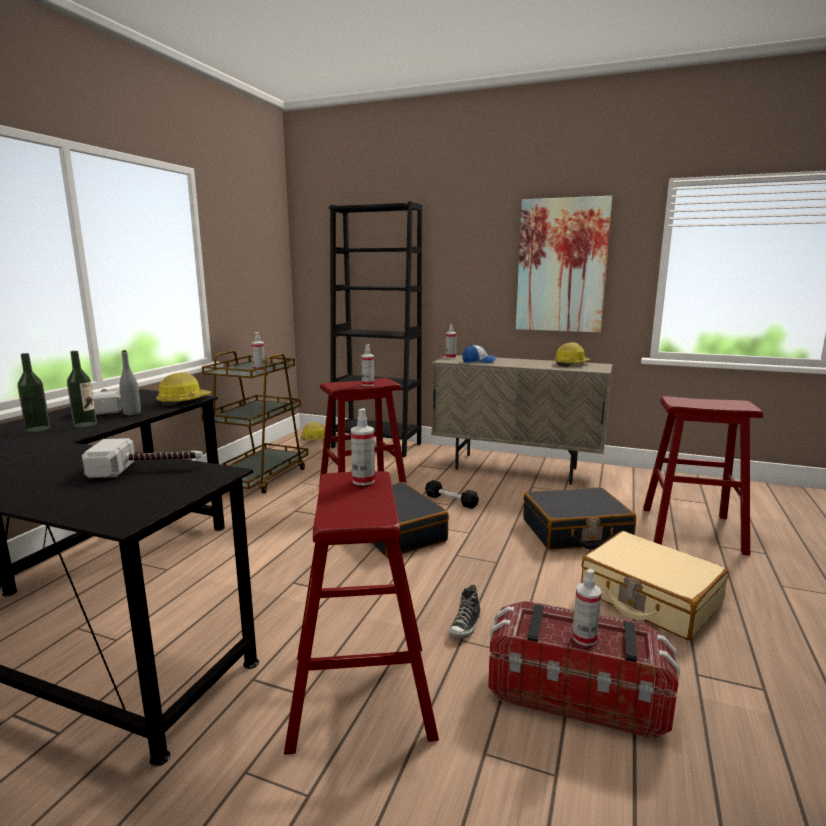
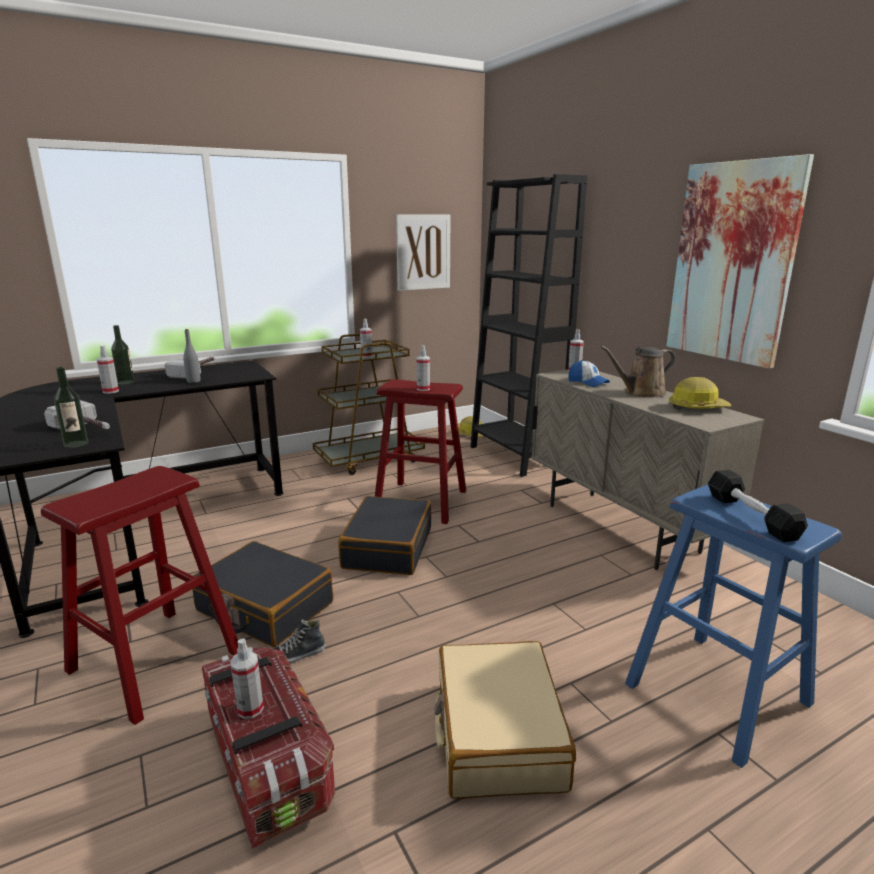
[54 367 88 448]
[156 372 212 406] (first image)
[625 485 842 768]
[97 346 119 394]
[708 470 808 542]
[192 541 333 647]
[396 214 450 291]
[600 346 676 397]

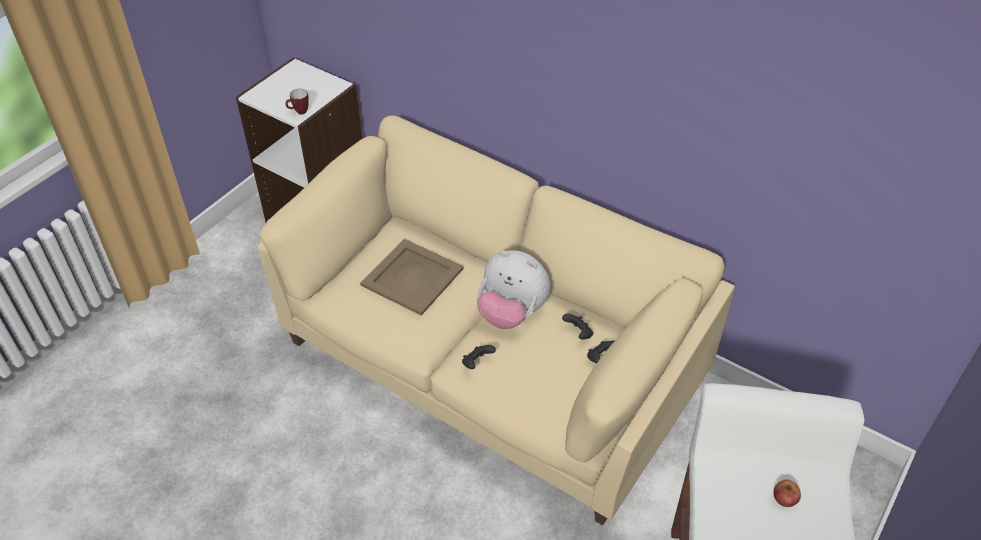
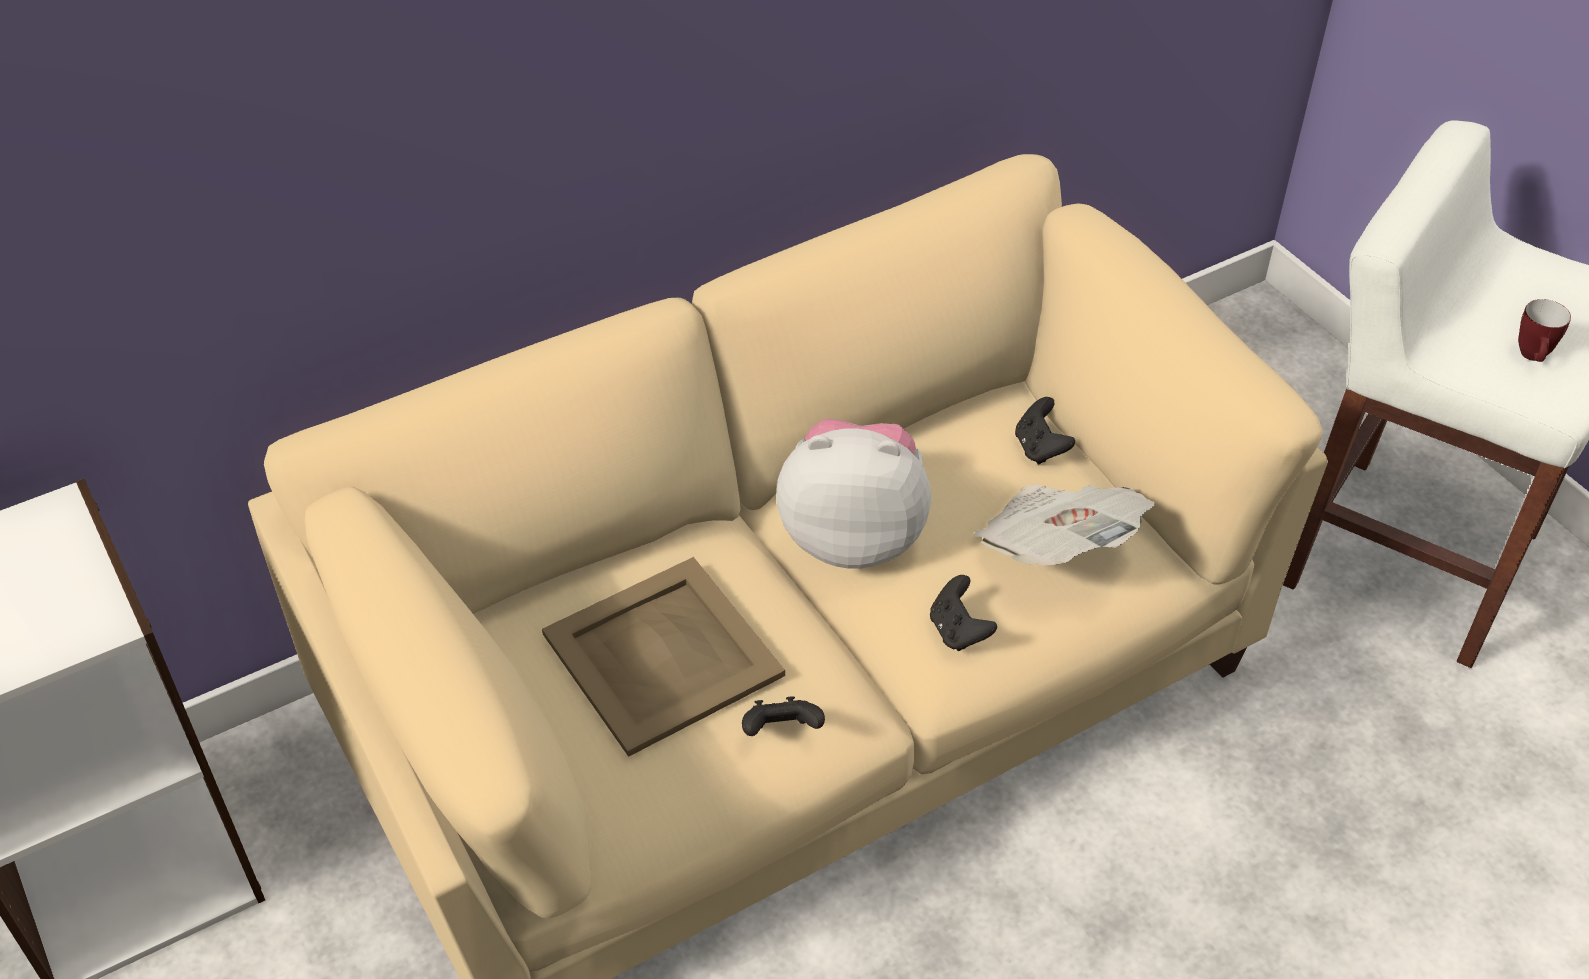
[1518 299 1571 362]
[776 419 931 569]
[742 696 825 736]
[773 479 801 507] (first image)
[973 484 1155 565]

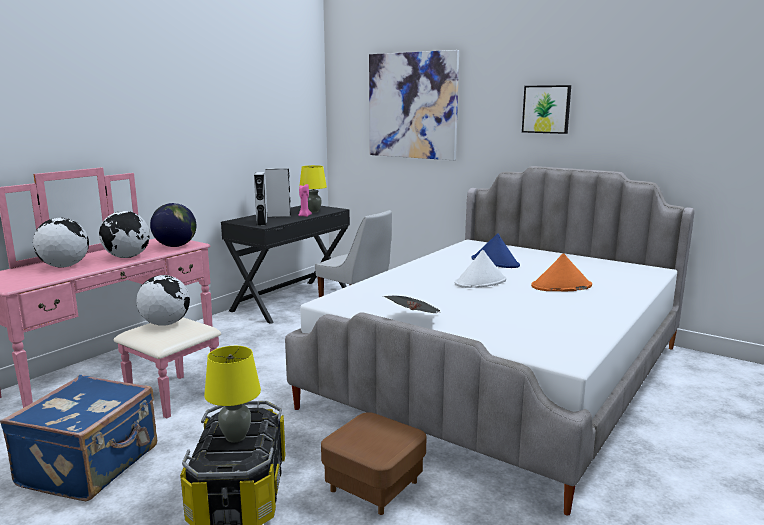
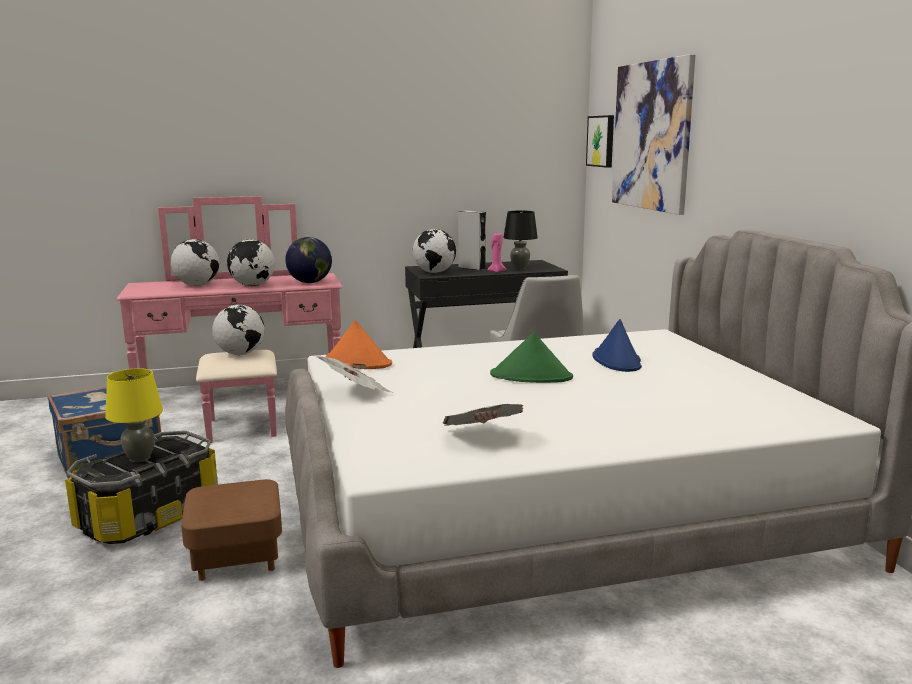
[586 115 614 168]
[503 210 538 270]
[413 229 456 273]
[490 332 573 383]
[325 320 392 369]
[443 404 523 426]

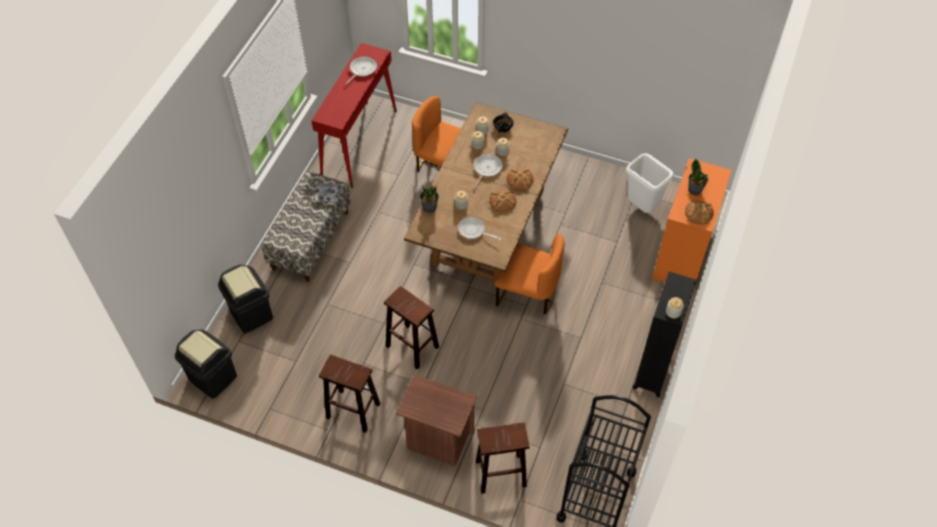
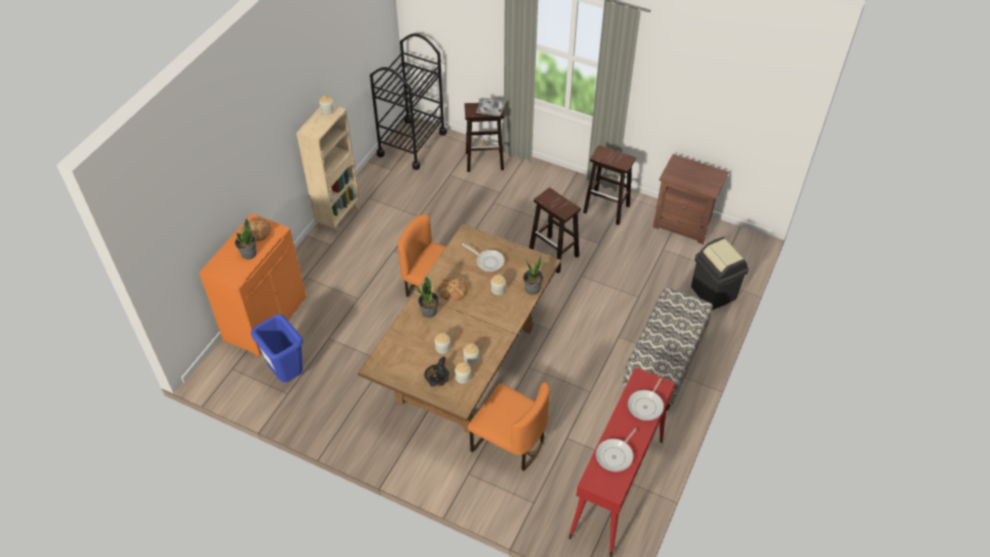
[251 314 303 382]
[628 378 664 421]
[417 276 439 318]
[476 98 506 116]
[296 105 359 236]
[175 329 237 399] (first image)
[653 154 729 244]

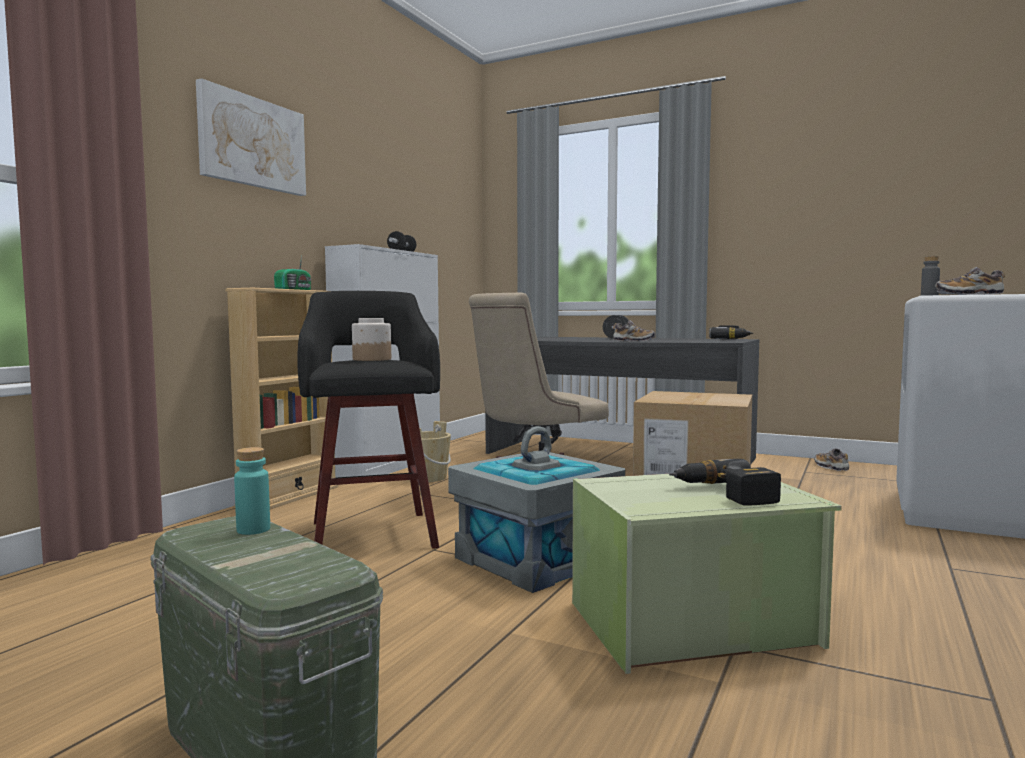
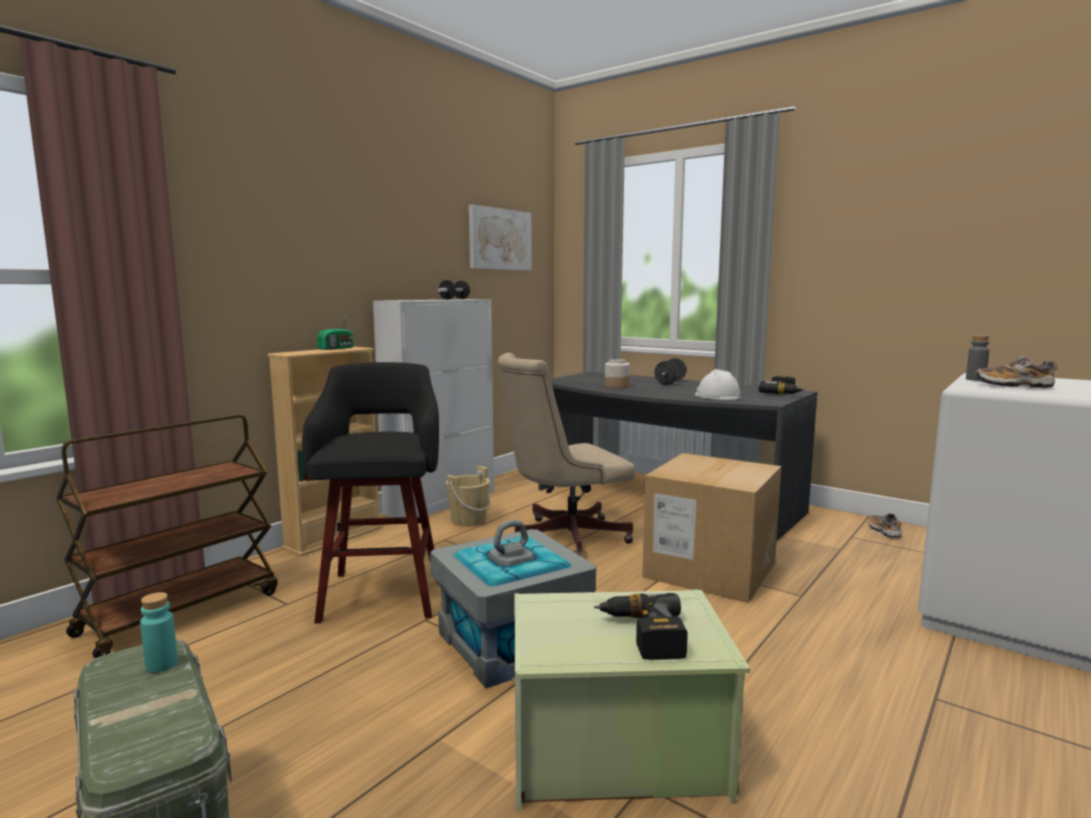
[469 204 532 271]
[605 359 630 388]
[613 320 655 341] (first image)
[695 369 741 400]
[56 415 278 658]

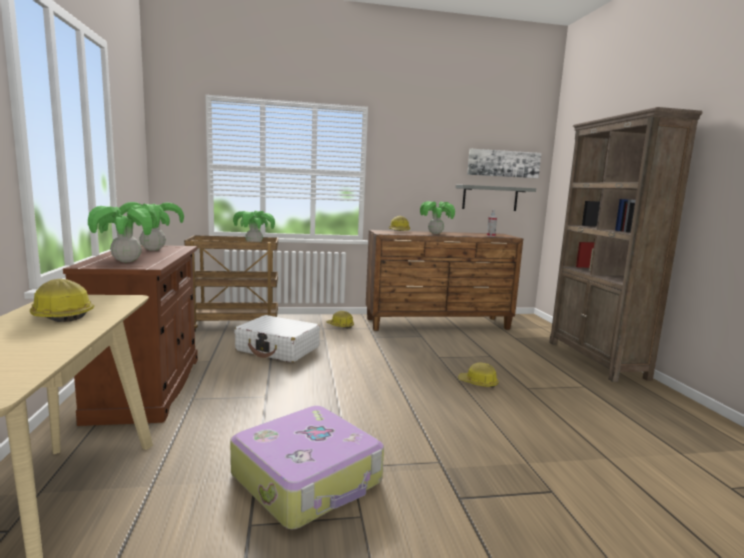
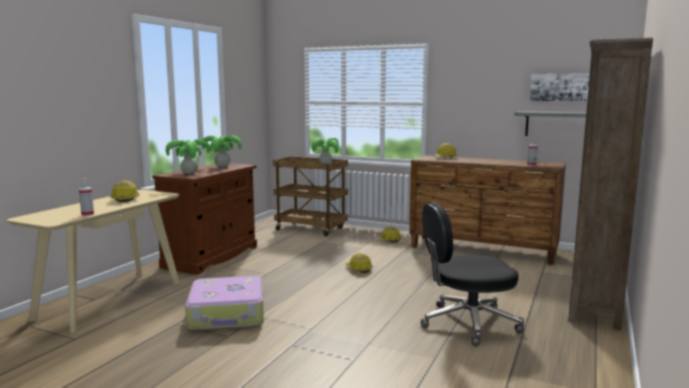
[420 201 455 234] (first image)
[234 315 320 363] (first image)
[346 253 373 273]
[79 178 94 216]
[421 202 524 346]

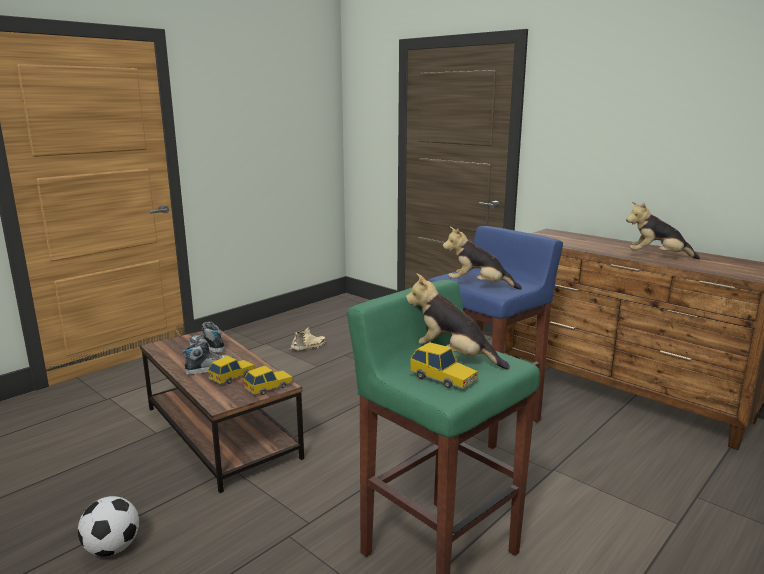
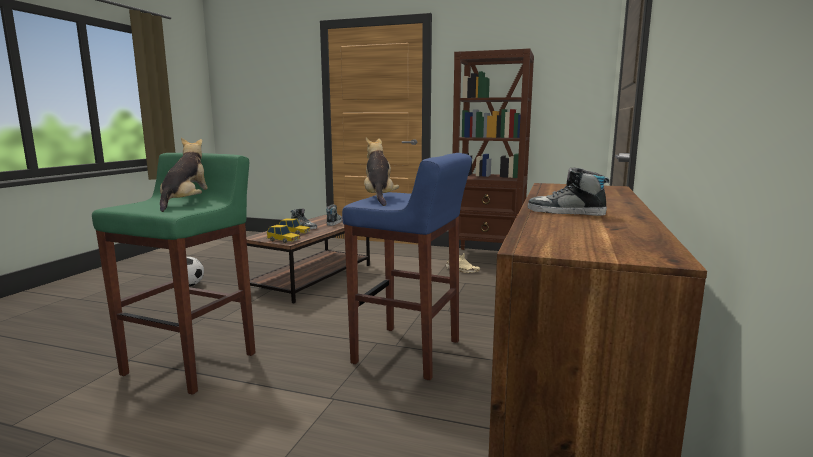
[528 167 610 216]
[410 342 478 389] (first image)
[452 48 534 250]

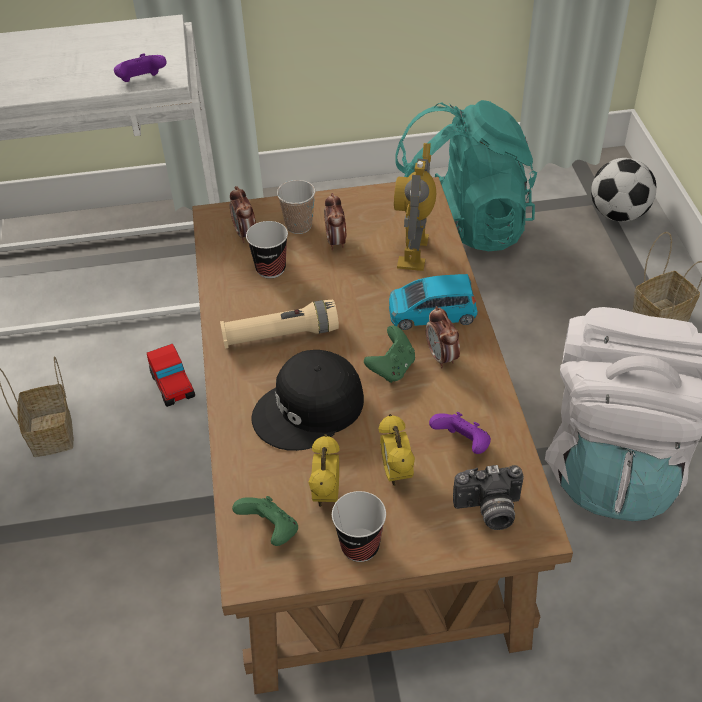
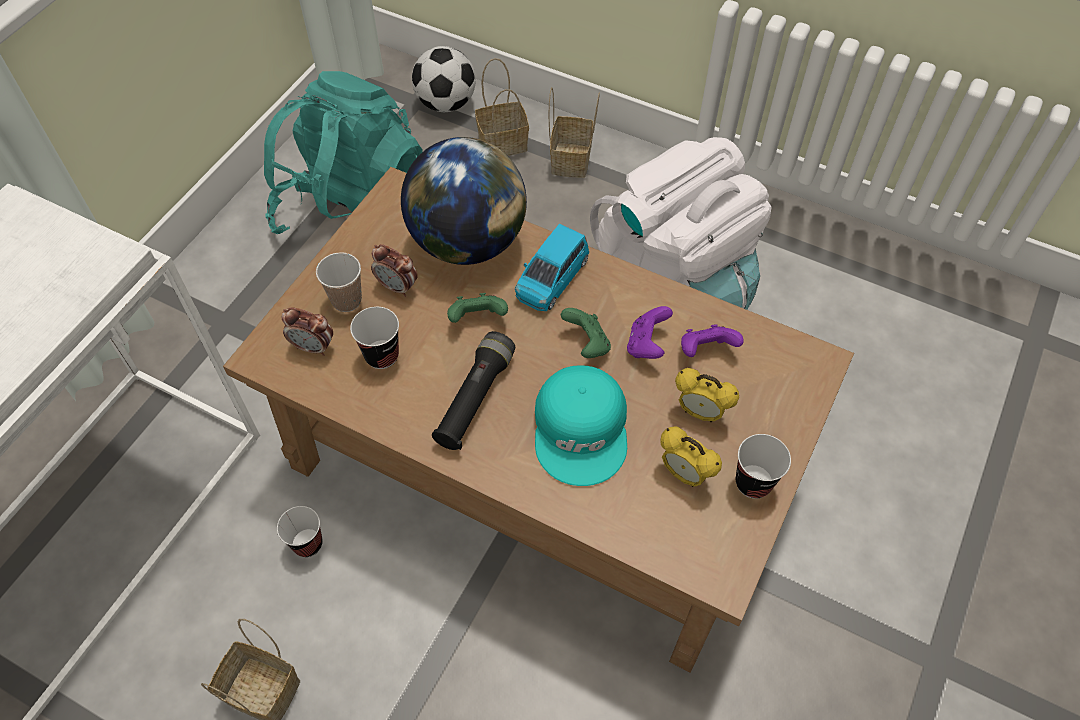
[627 306 673 359]
[401 137 527 265]
[432 331 515 450]
[426 306 460 368] (first image)
[277 506 323 557]
[535 365 627 486]
[453 465 524 530] (first image)
[447 293 508 323]
[475 58 529 156]

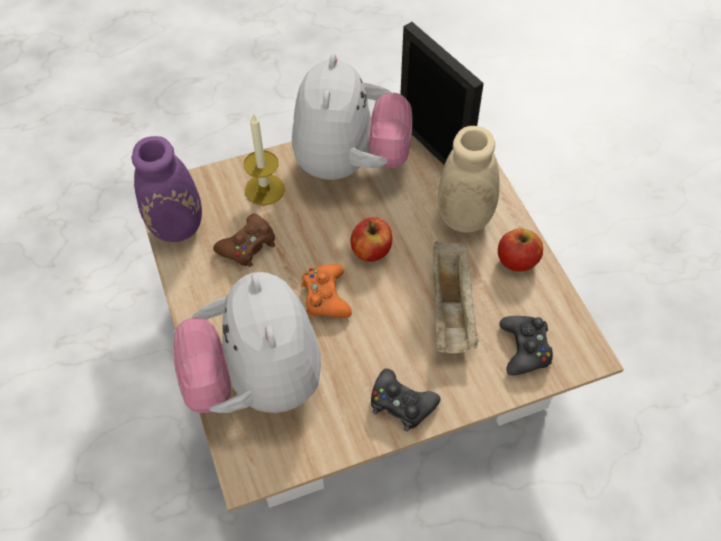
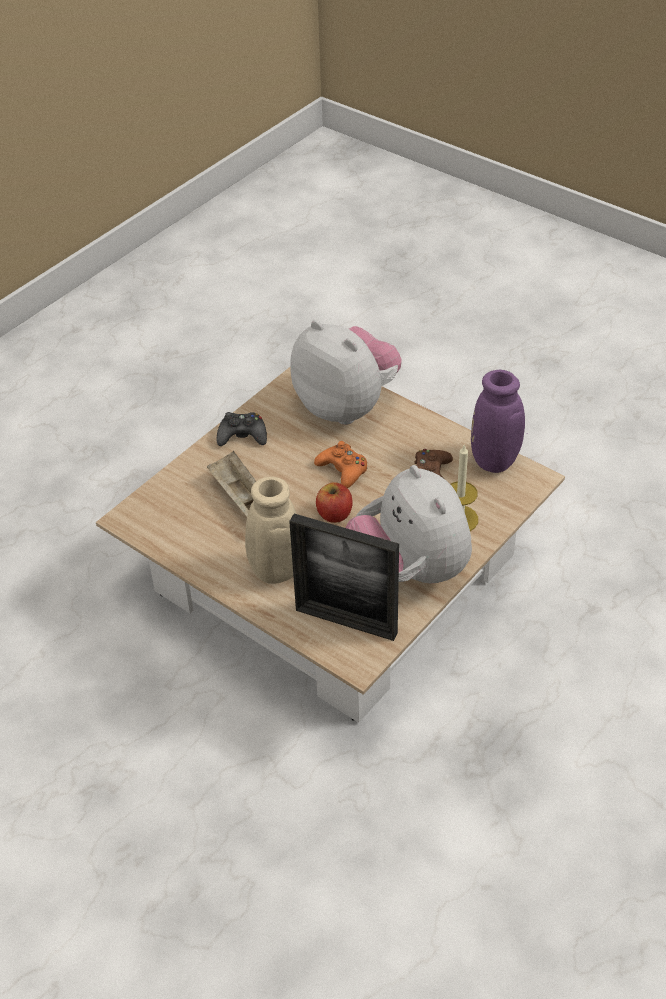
[498 228 543 272] (first image)
[499 316 553 375] (first image)

